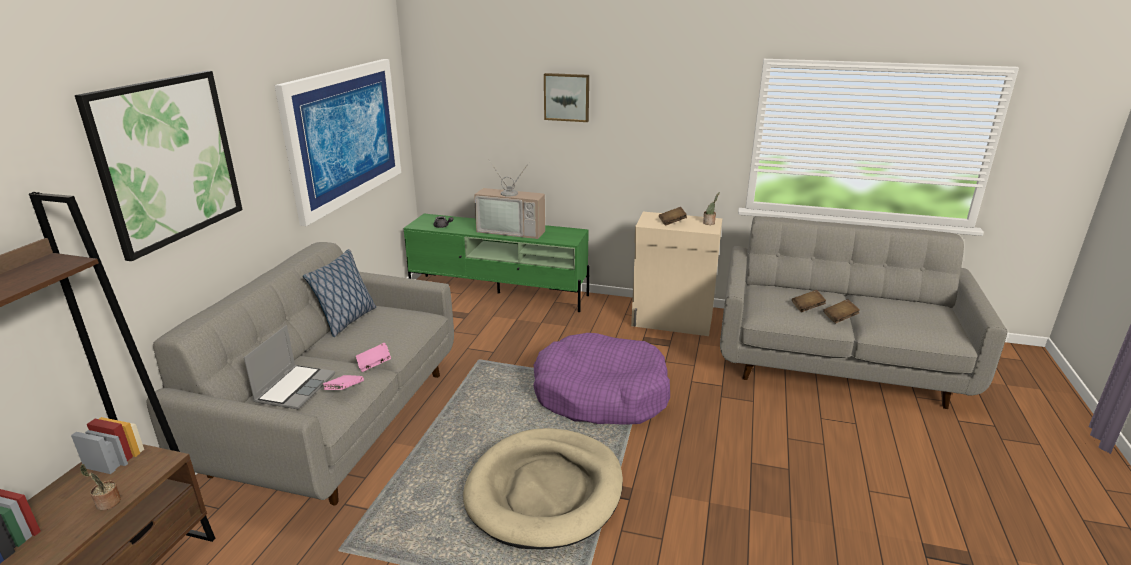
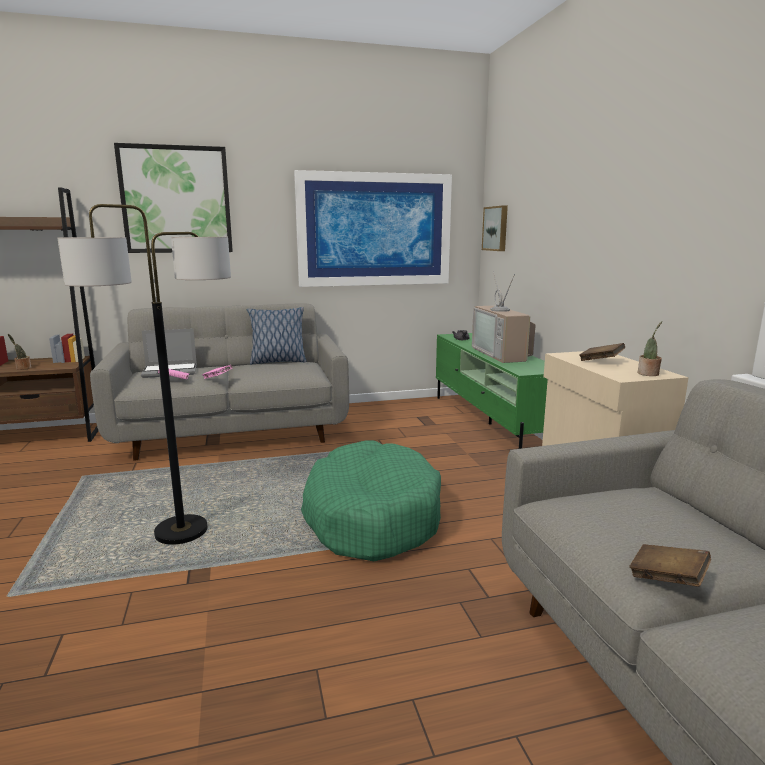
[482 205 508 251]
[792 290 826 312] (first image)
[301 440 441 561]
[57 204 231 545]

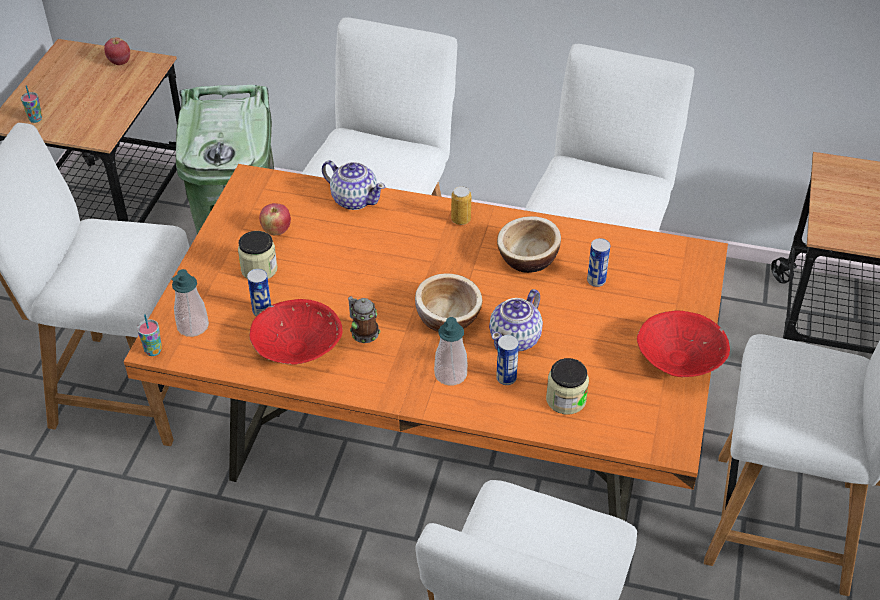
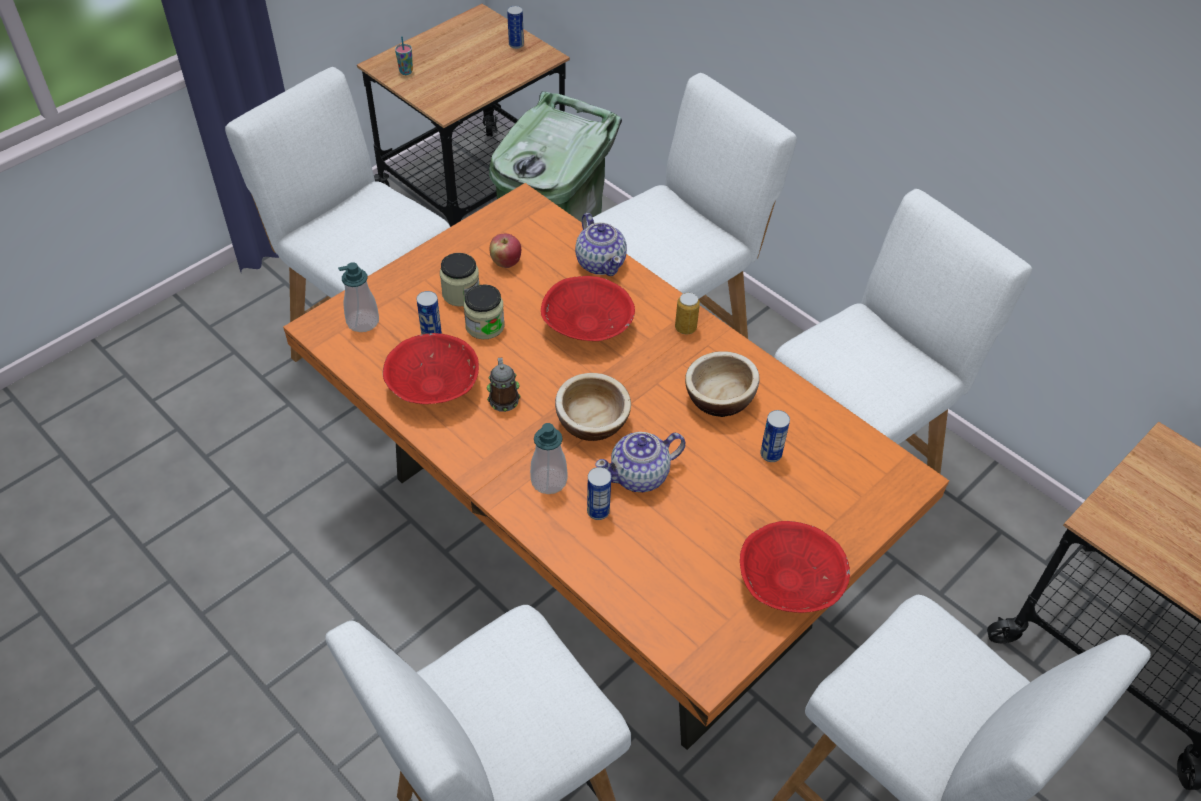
[507 6 524 49]
[137 314 162 356] (first image)
[464 284 505 339]
[541 276 635 341]

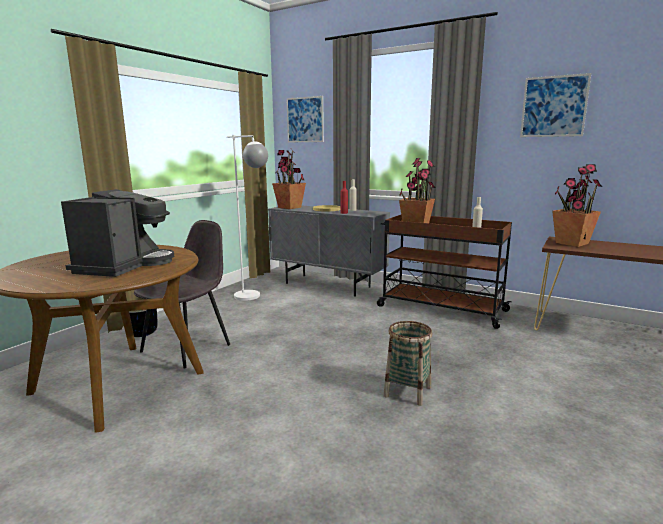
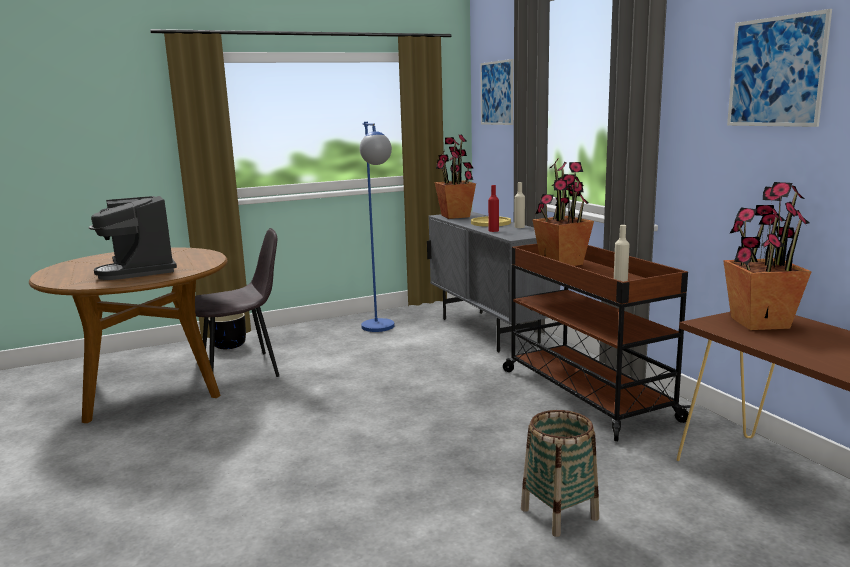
[360 122 394 332]
[89 196 177 280]
[521 410 599 537]

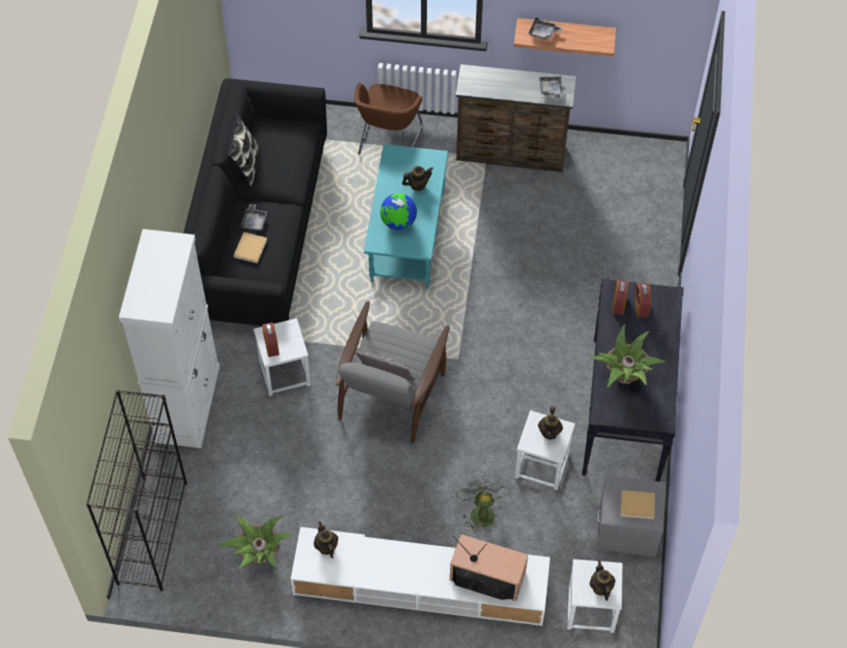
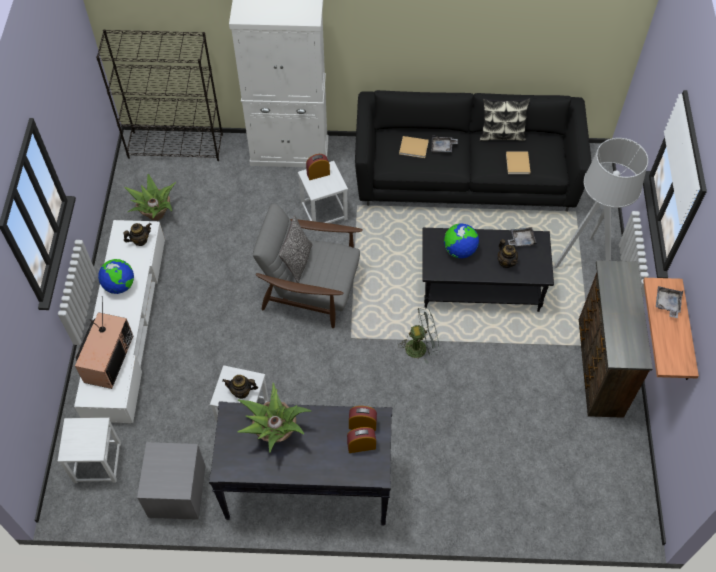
[508 227 537 247]
[554 138 648 269]
[422 228 554 312]
[398 307 439 364]
[506 152 530 174]
[590 561 615 601] (first image)
[98 259 134 294]

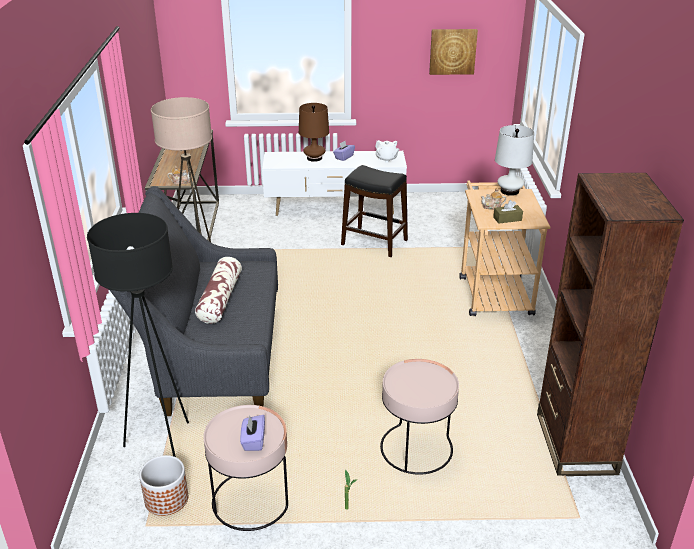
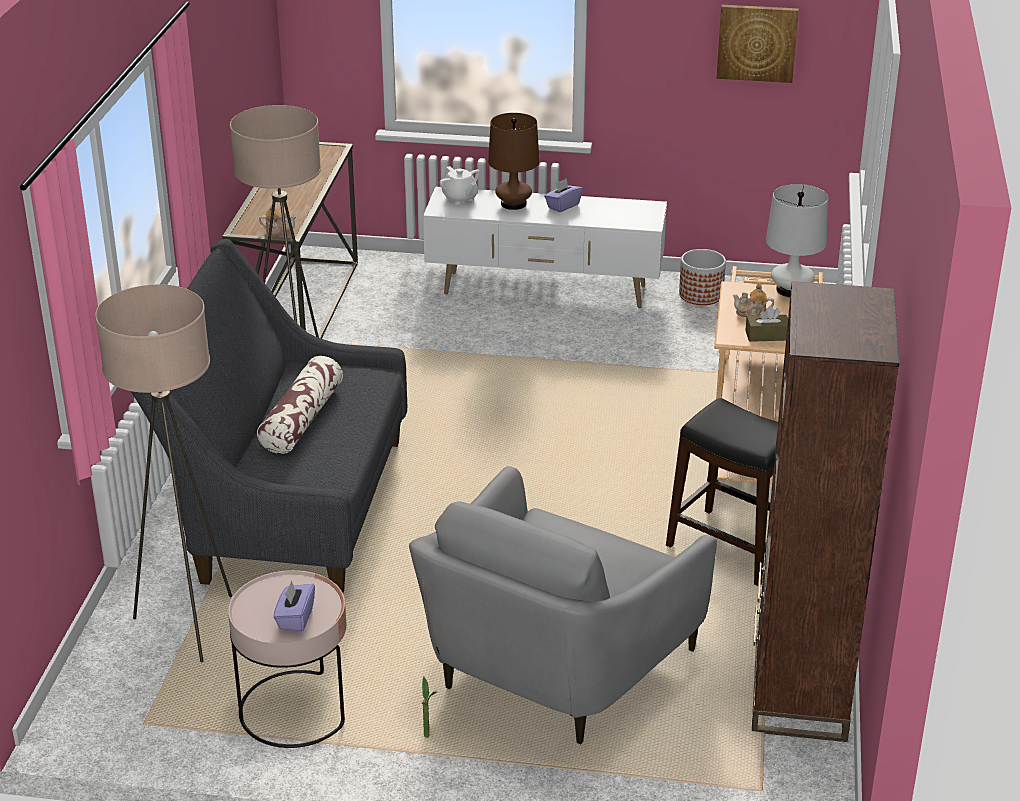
[439 166 480 205]
[666 398 778 586]
[95 284 232 662]
[409 466 717 744]
[679 249 726 305]

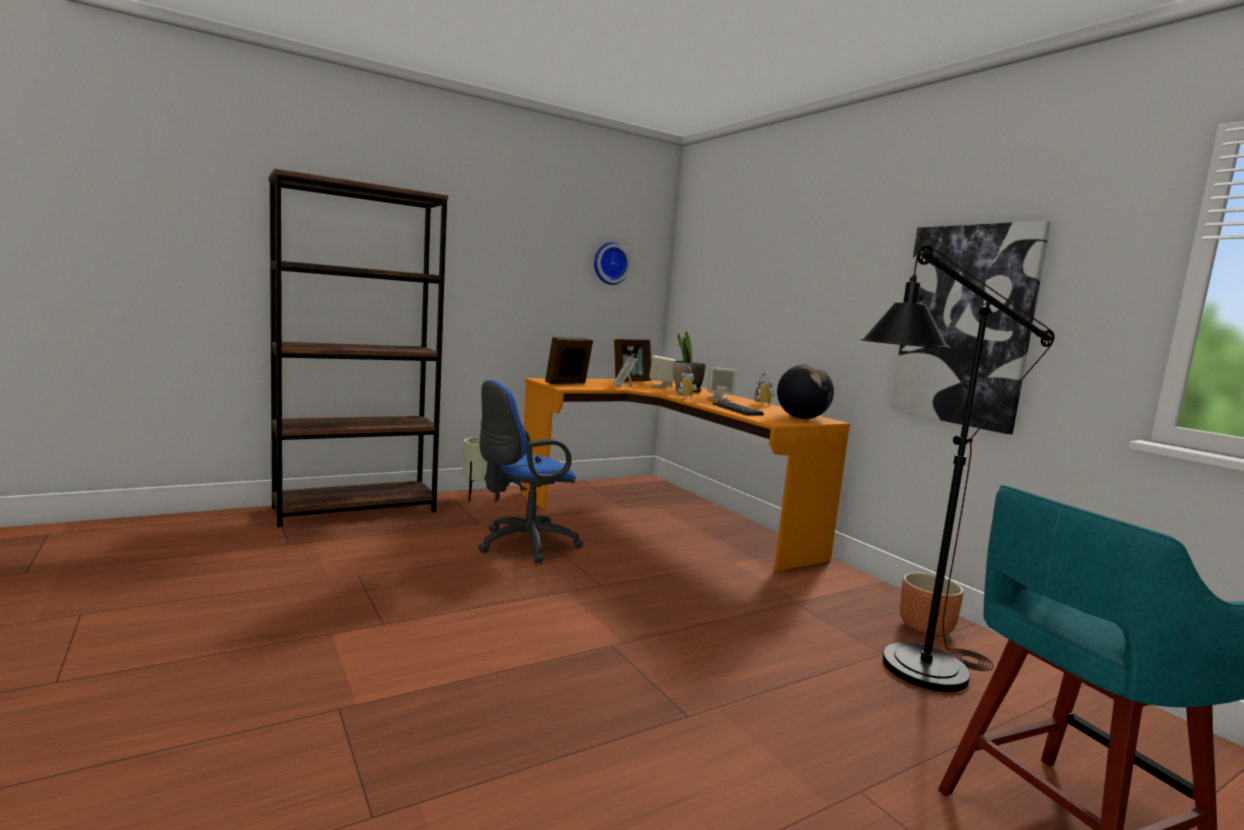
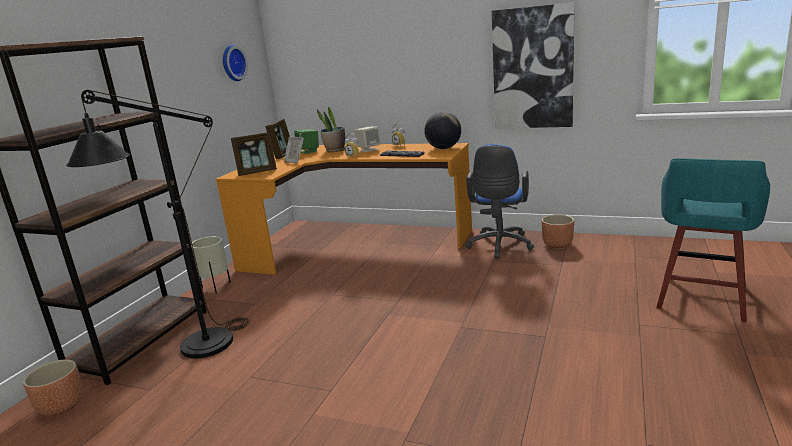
[66 90 250 359]
[231 132 277 176]
[294 129 319 154]
[466 144 534 259]
[23 359 83 416]

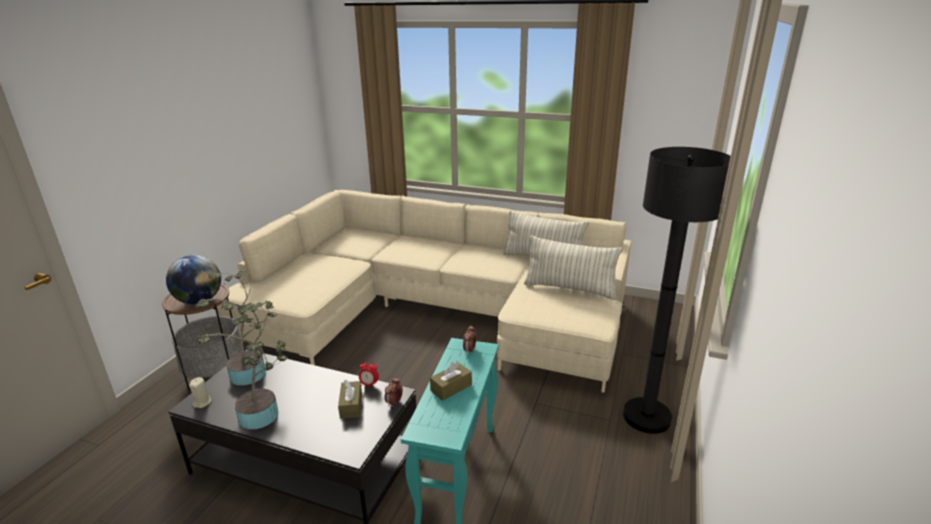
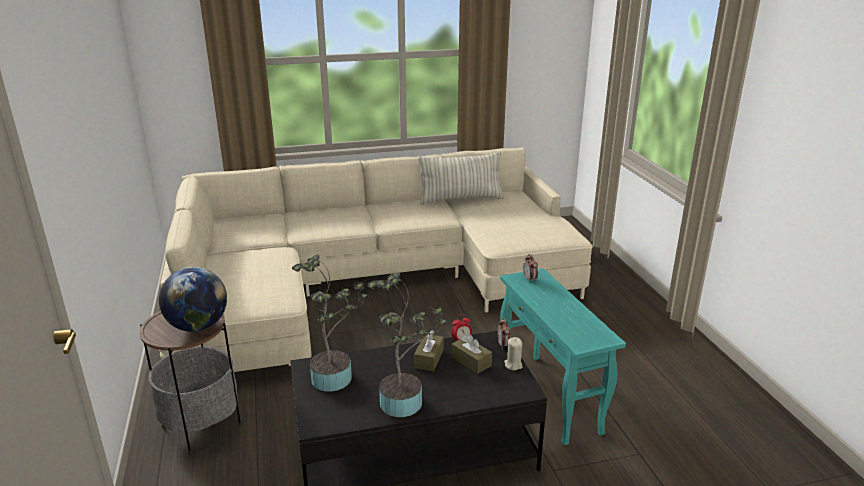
[623 147 731 434] (first image)
[524 236 623 300] (first image)
[414 331 444 371]
[504 337 522 370]

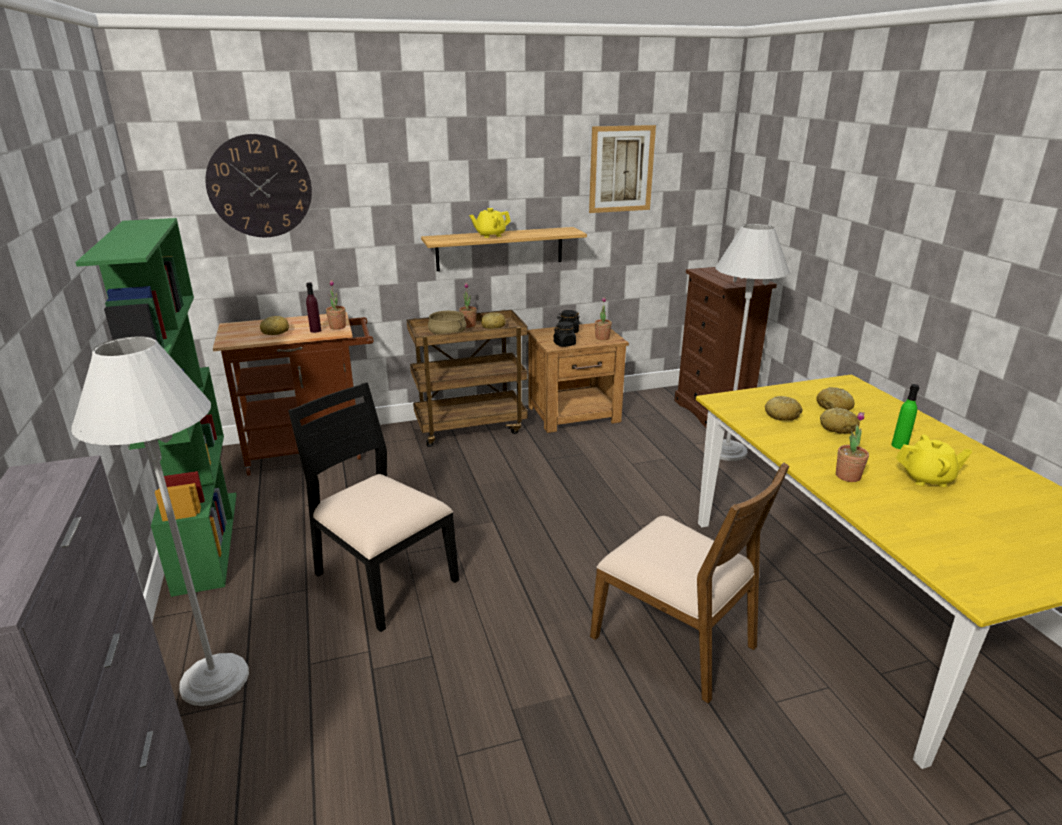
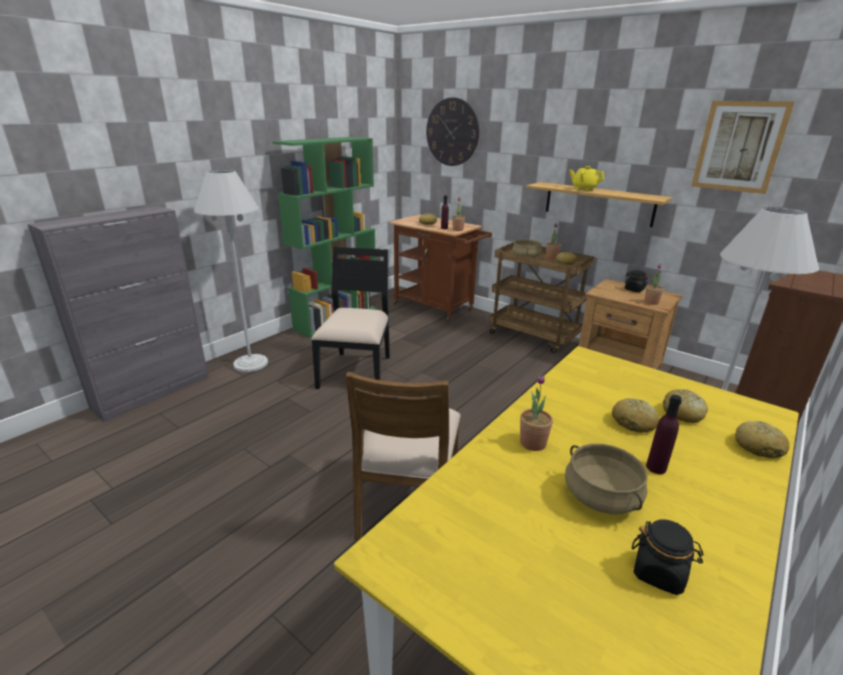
[631 519 704 595]
[646 395 682 474]
[735 421 789 459]
[565 444 648 514]

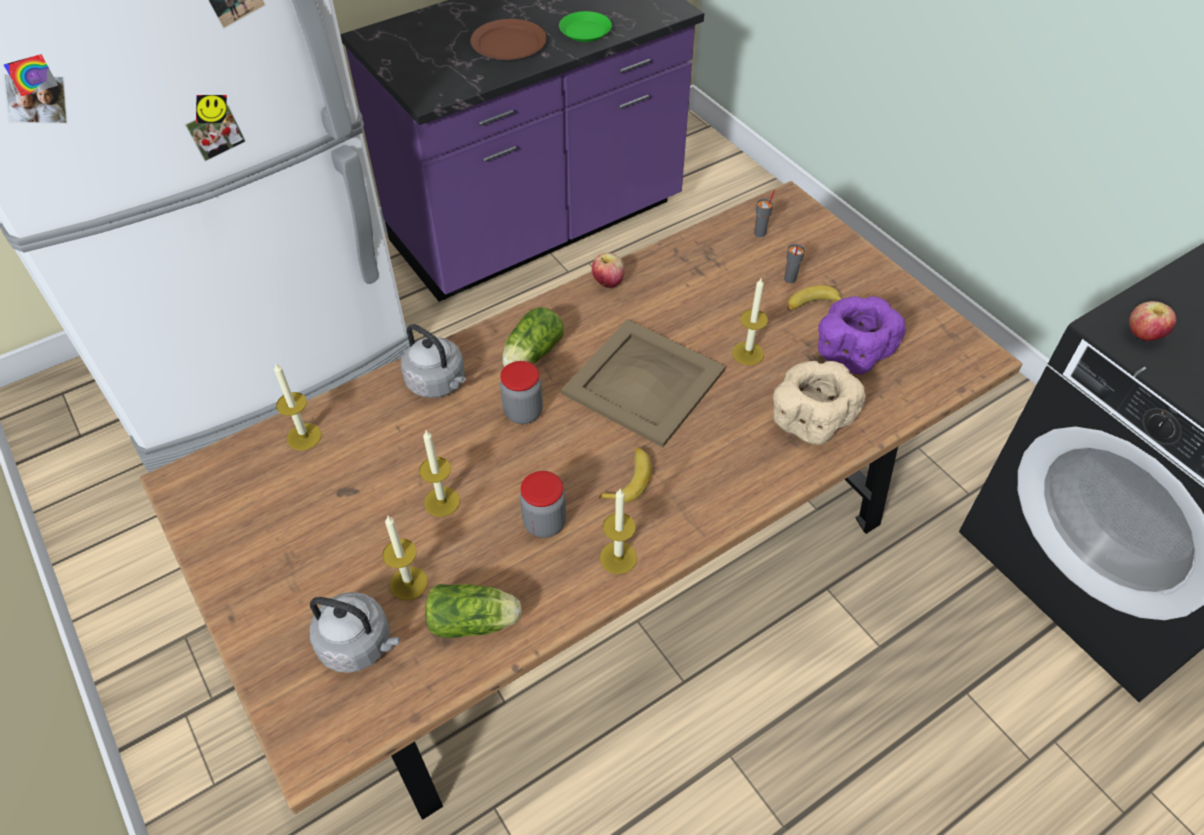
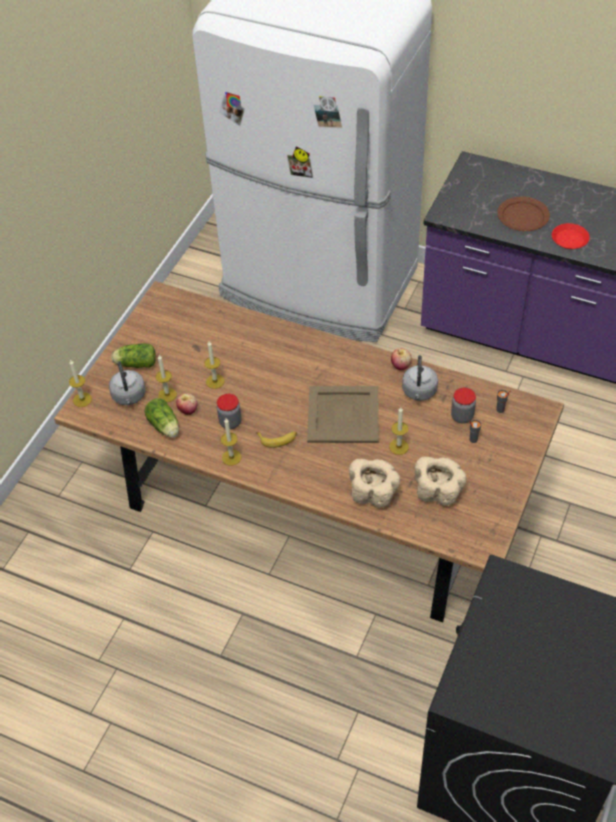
[552 223 590 249]
[787 285 842 311] (first image)
[415 457 467 506]
[176 393 197 415]
[111 343 156 368]
[402 355 438 401]
[451 388 476 424]
[69 359 92 407]

